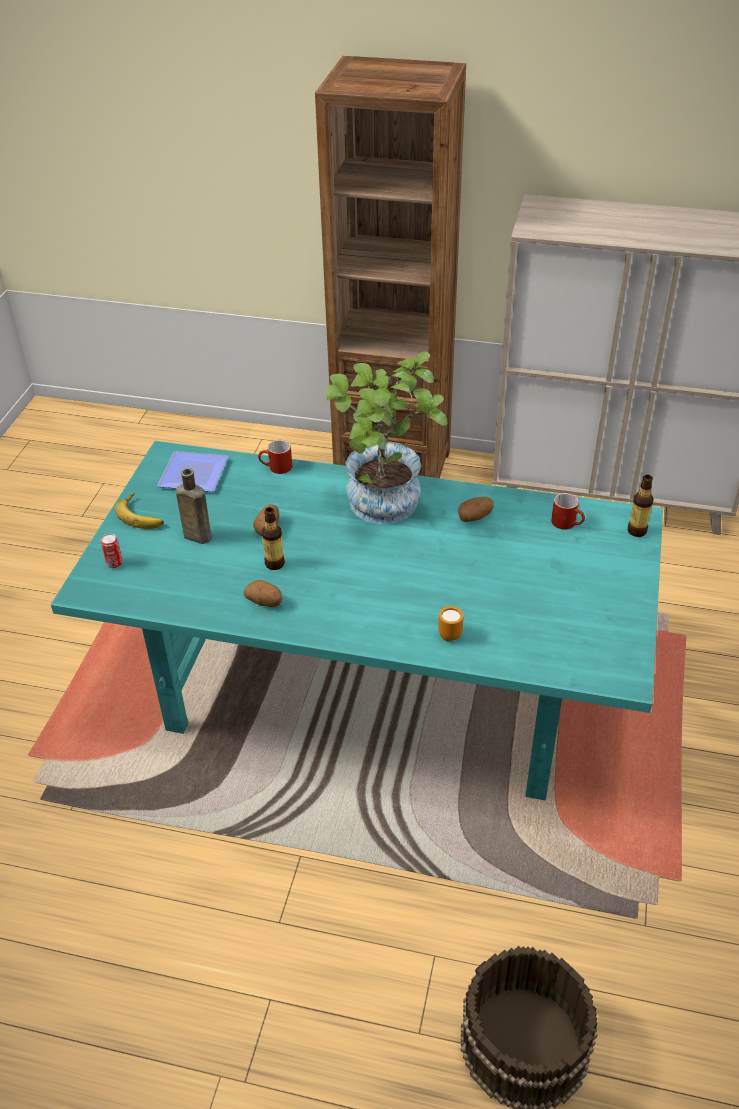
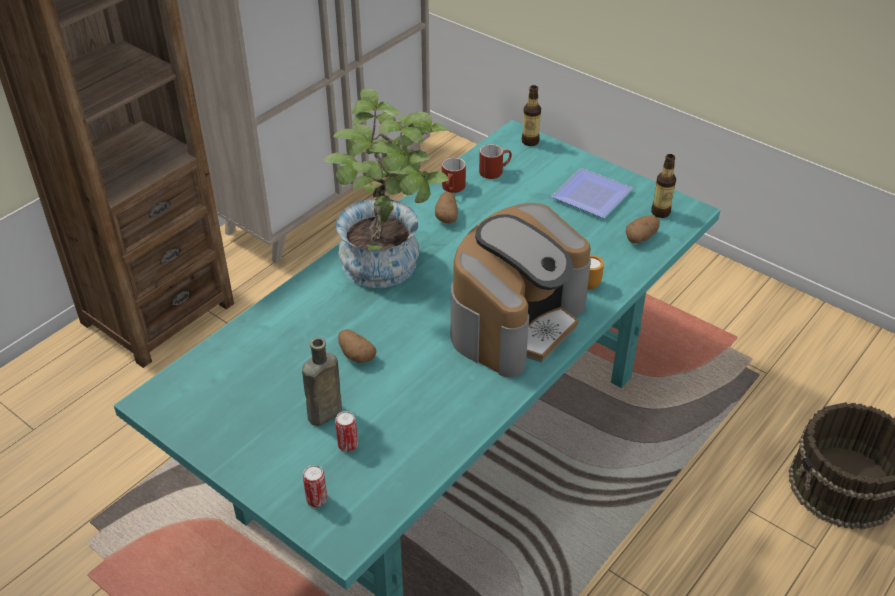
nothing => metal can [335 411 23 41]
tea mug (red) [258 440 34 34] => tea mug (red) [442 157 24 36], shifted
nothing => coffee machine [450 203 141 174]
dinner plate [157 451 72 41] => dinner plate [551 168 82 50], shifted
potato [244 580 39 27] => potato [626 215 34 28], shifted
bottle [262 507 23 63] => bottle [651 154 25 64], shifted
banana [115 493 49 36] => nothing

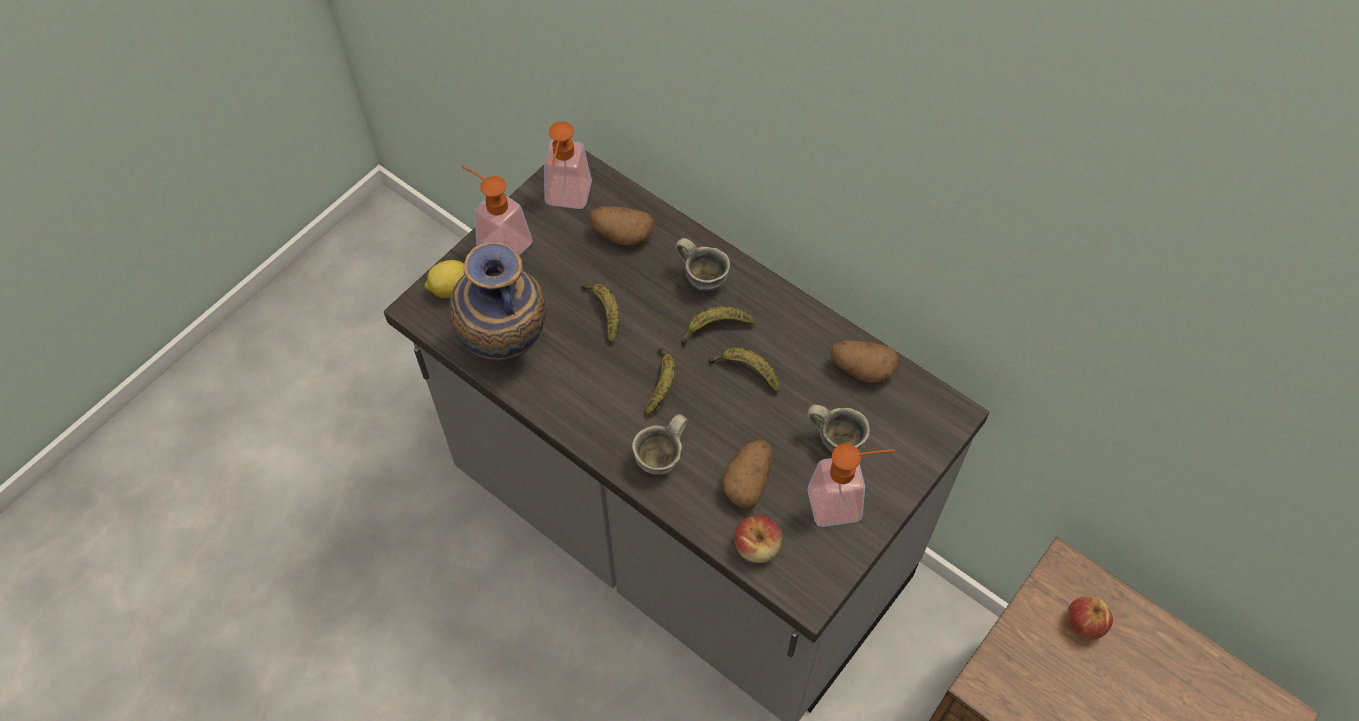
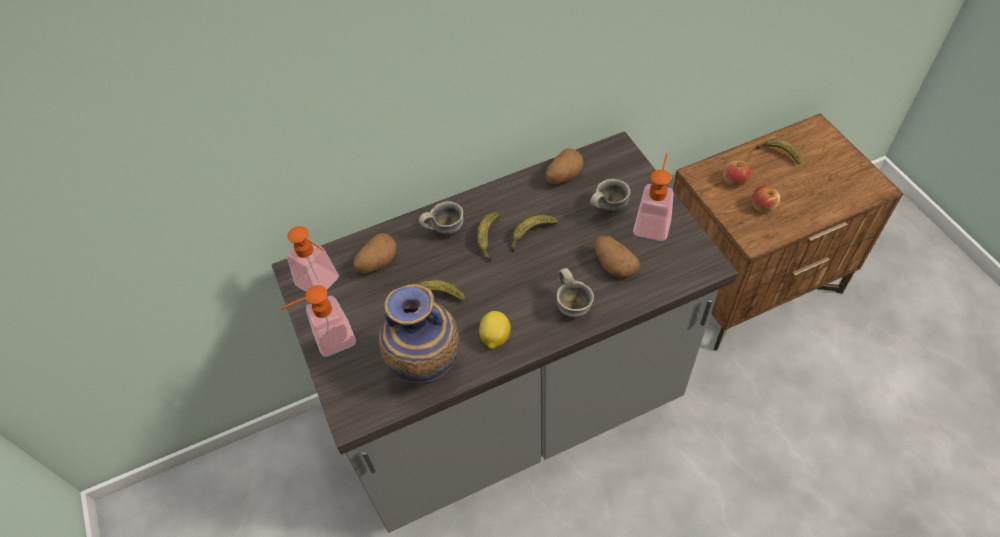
citrus fruit [425 260 39 38] => citrus fruit [479 311 32 38], shifted
apple [734 516 48 47] => apple [752 185 28 28], shifted
banana [645 348 31 67] => banana [756 138 45 27], shifted

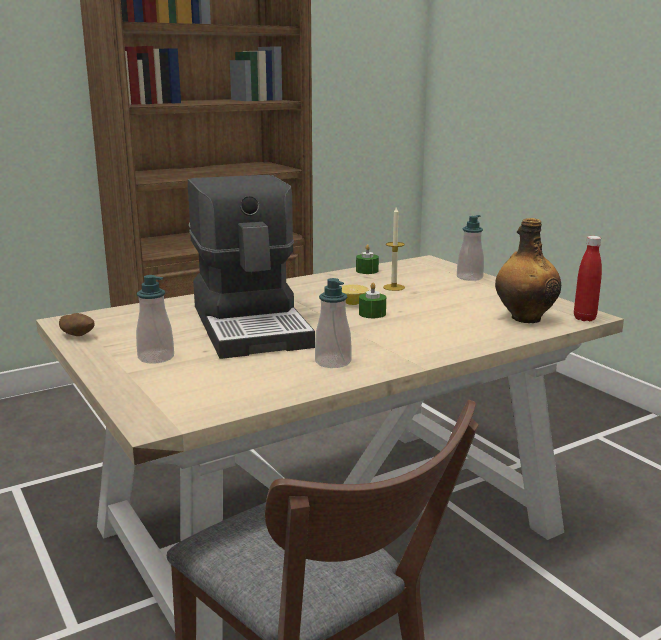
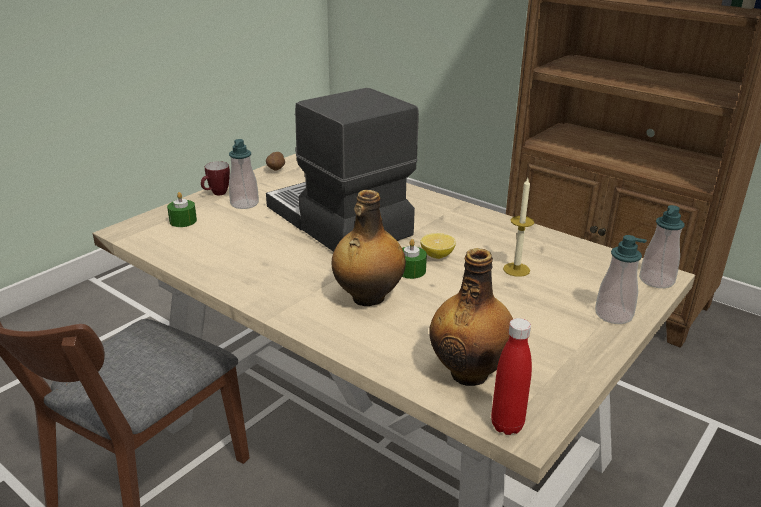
candle (greenish) [356 245 23 29] => candle (greenish) [167 192 30 35], shifted
nothing => tea mug [201 161 29 34]
coffee machine [188 175 127 184] => coffee machine [266 88 153 164], 90 degrees clockwise
nothing => bottle [331 190 75 116]
liquid soap bottle [315 278 37 90] => liquid soap bottle [639 205 46 83], shifted

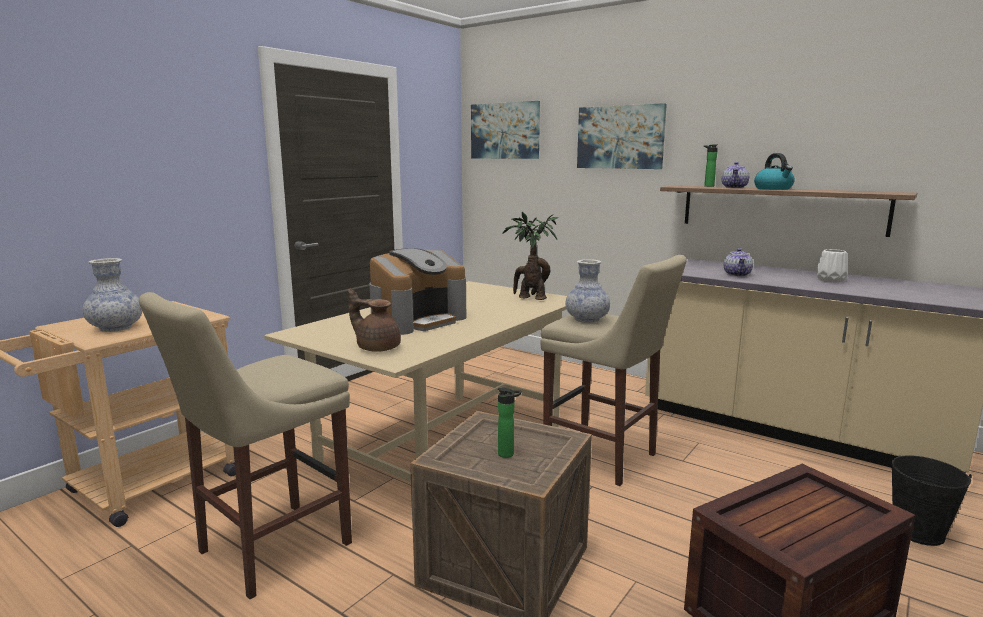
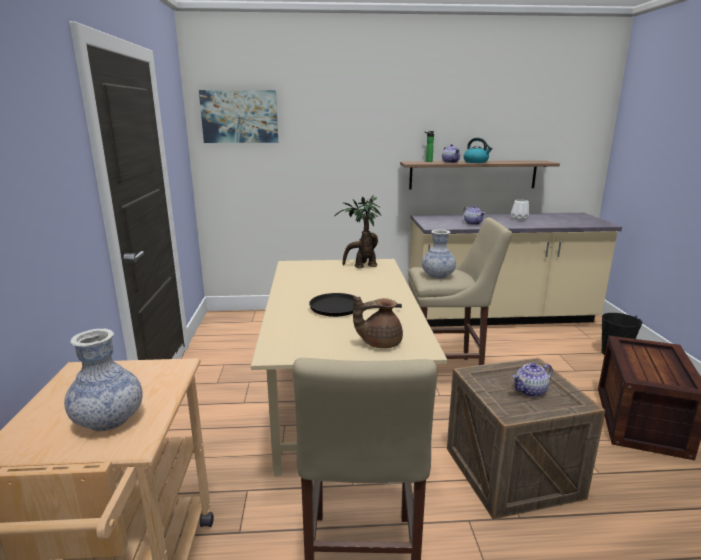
coffee machine [369 248 97 87] => frying pan (blackish) [309 293 93 24]
bottle [498 388 23 70] => pot for tea [512 363 41 34]
wall picture [577 103 90 66] => nothing

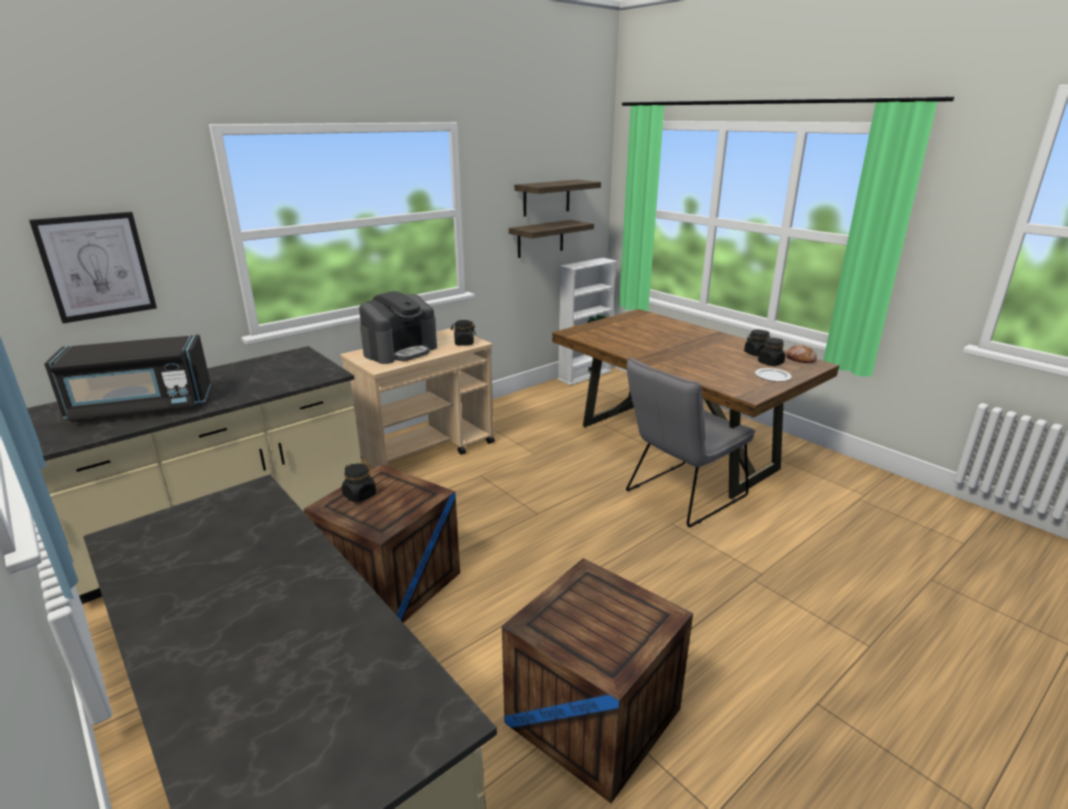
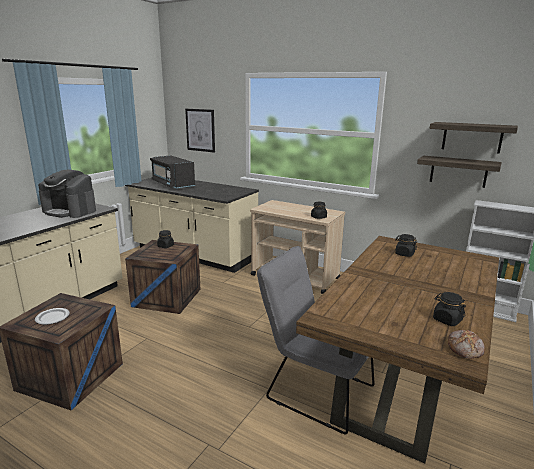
dinner plate [755 368 37 14] => dinner plate [35 308 35 17], shifted
coffee machine [359 291 78 73] => coffee machine [38 169 58 49], shifted
storage jar (blackish) [758 338 27 28] => storage jar (blackish) [395 234 22 23], shifted

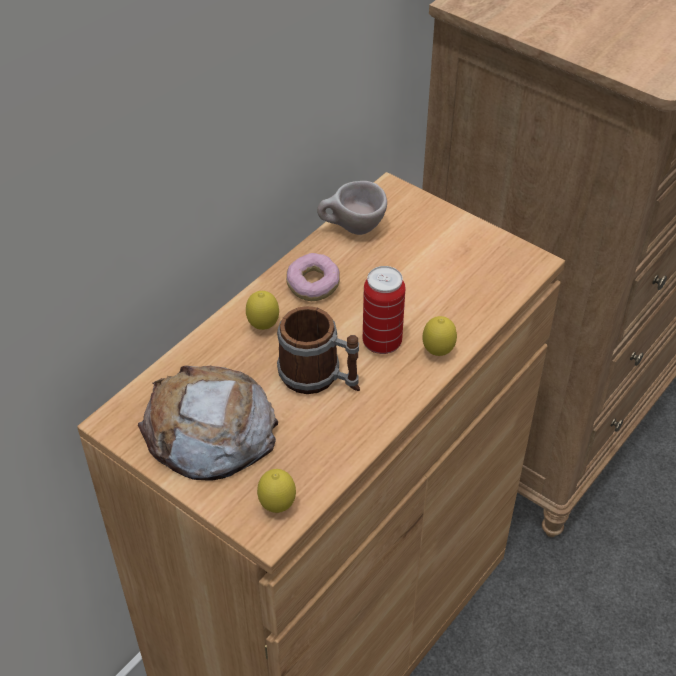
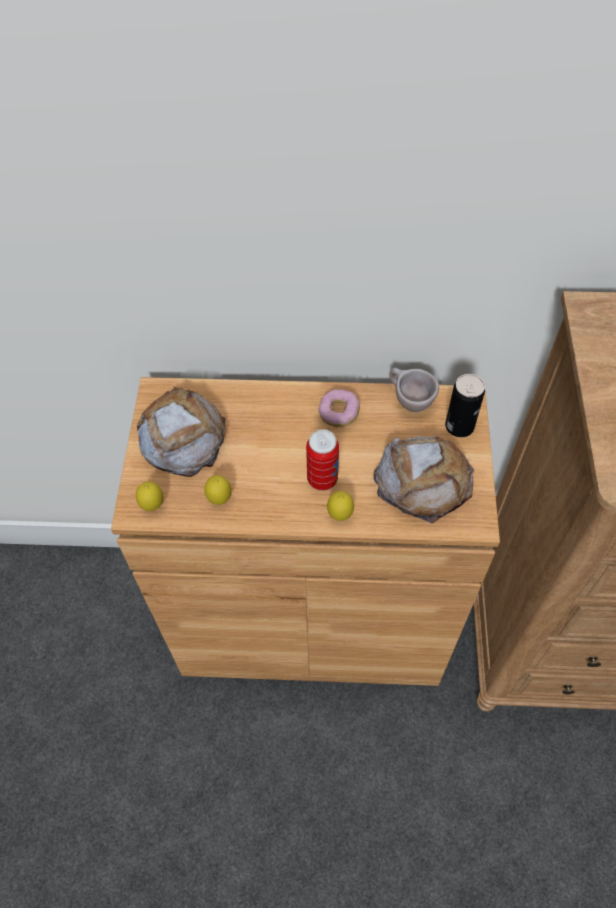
citrus fruit [246 291 33 39] => citrus fruit [204 475 28 30], shifted
nothing => bread [374 436 100 88]
nothing => metal can [445 374 40 63]
tea mug [277 306 83 88] => nothing

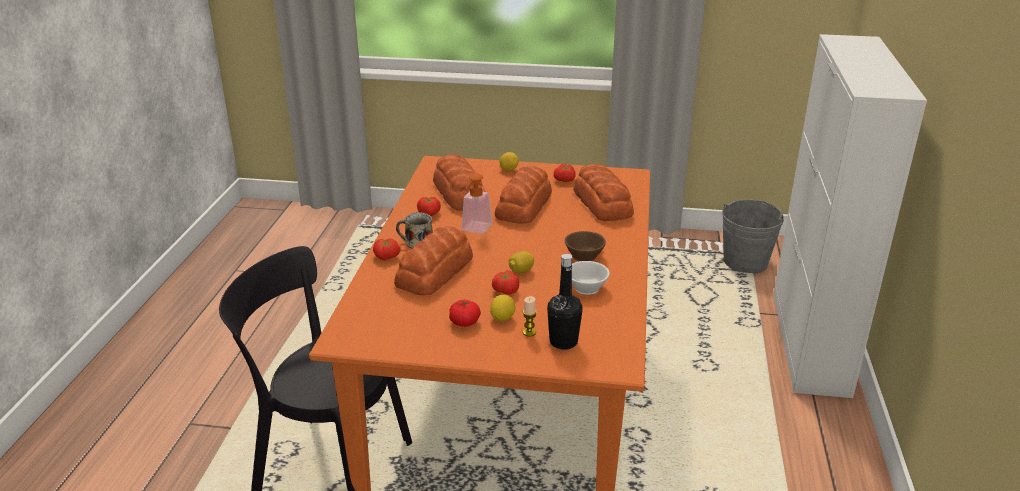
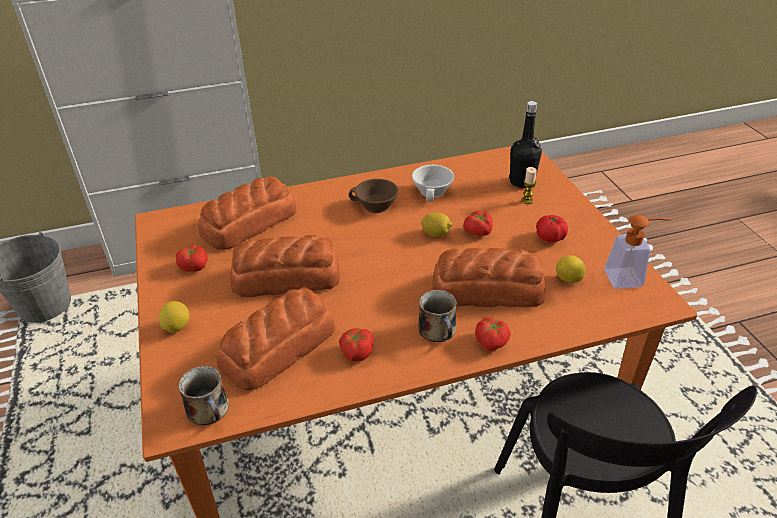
nothing => tea mug [178 366 51 59]
citrus fruit [490 295 26 27] => citrus fruit [556 255 30 28], shifted
liquid soap bottle [462 173 30 61] => liquid soap bottle [604 215 67 74], shifted

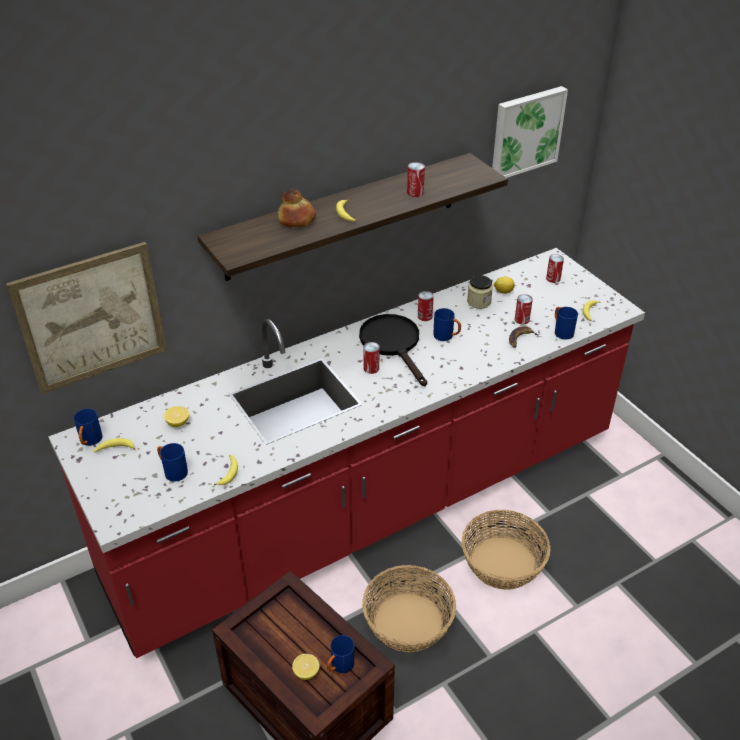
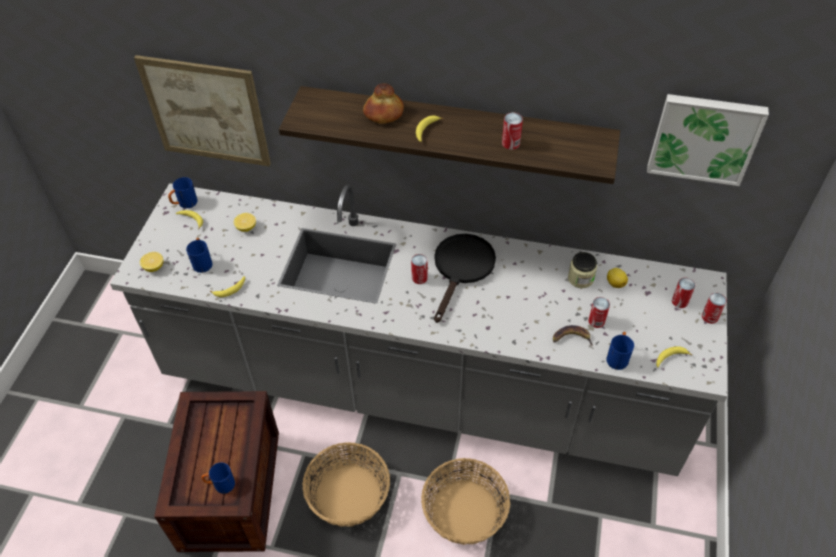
kitchen counter (red) [49 248 596 410] => kitchen counter (gray) [110 183 618 293]
citrus fruit [292 654 28 26] => citrus fruit [140 252 23 20], shifted
metal can [418 291 16 30] => metal can [702 293 25 31], shifted
tea mug (blue-coloured) [433 308 28 33] => nothing

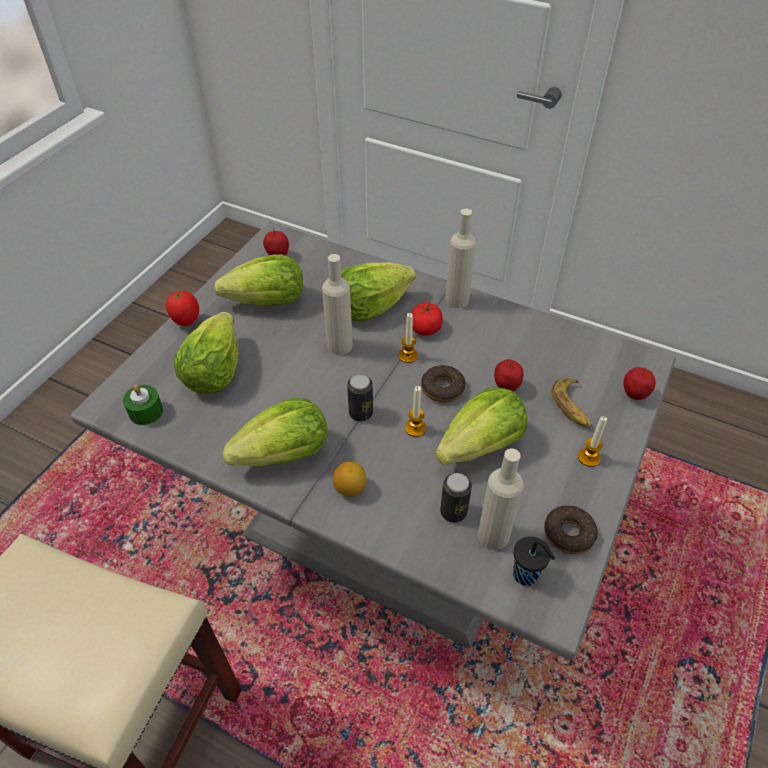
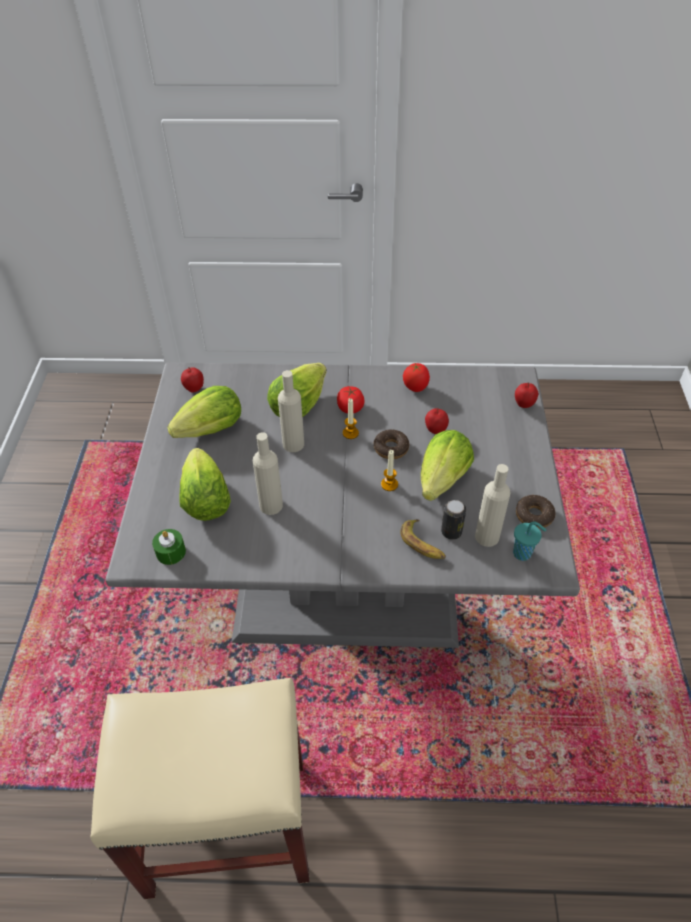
bottle (sand-coloured) [445 208 31 100] => bottle (sand-coloured) [253 432 30 83], shifted
banana [552 377 40 51] => banana [401 519 45 40], shifted
whole tomato [166 291 33 35] => whole tomato [403 363 27 29], shifted
small cup (blackish) [513 536 42 50] => small cup (turquoise-coloured) [513 521 33 40]
lettuce head [222 398 106 68] => nothing
citrus fruit [333 461 34 36] => nothing
metal can [347 374 26 48] => nothing
candle [578 416 29 51] => nothing

